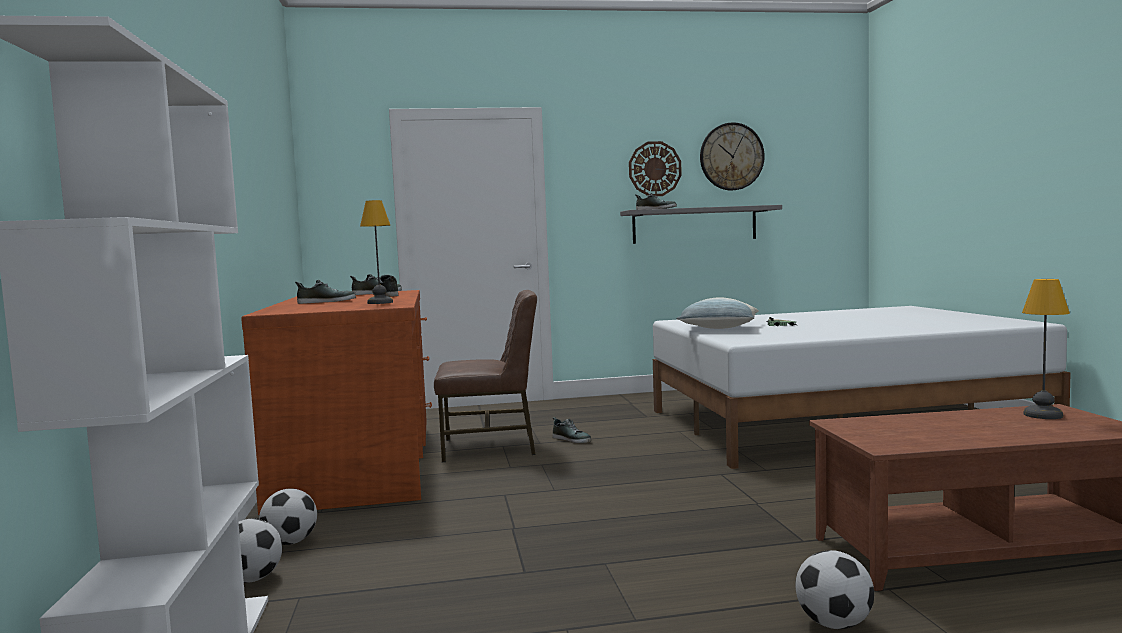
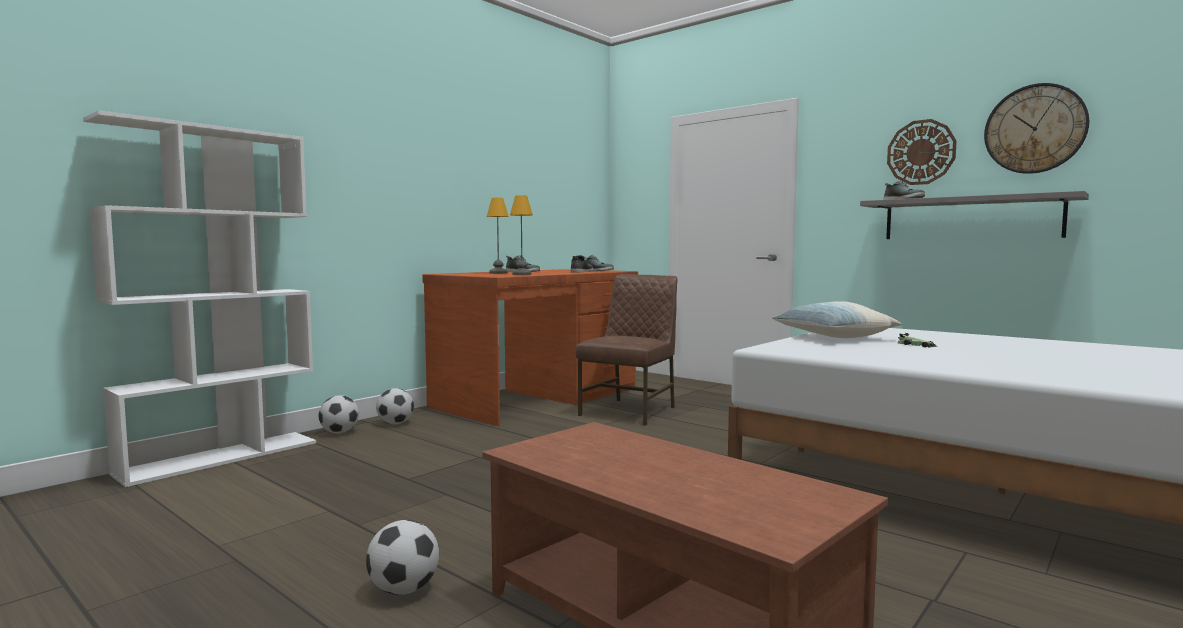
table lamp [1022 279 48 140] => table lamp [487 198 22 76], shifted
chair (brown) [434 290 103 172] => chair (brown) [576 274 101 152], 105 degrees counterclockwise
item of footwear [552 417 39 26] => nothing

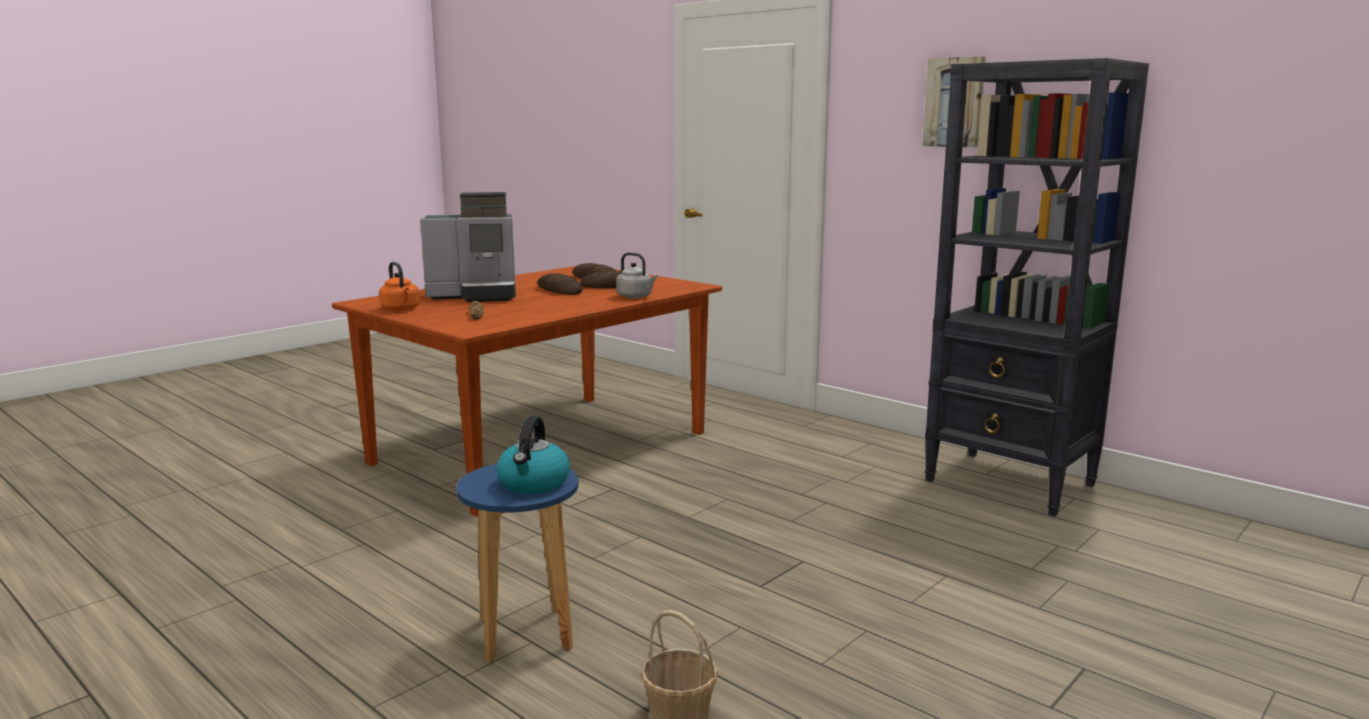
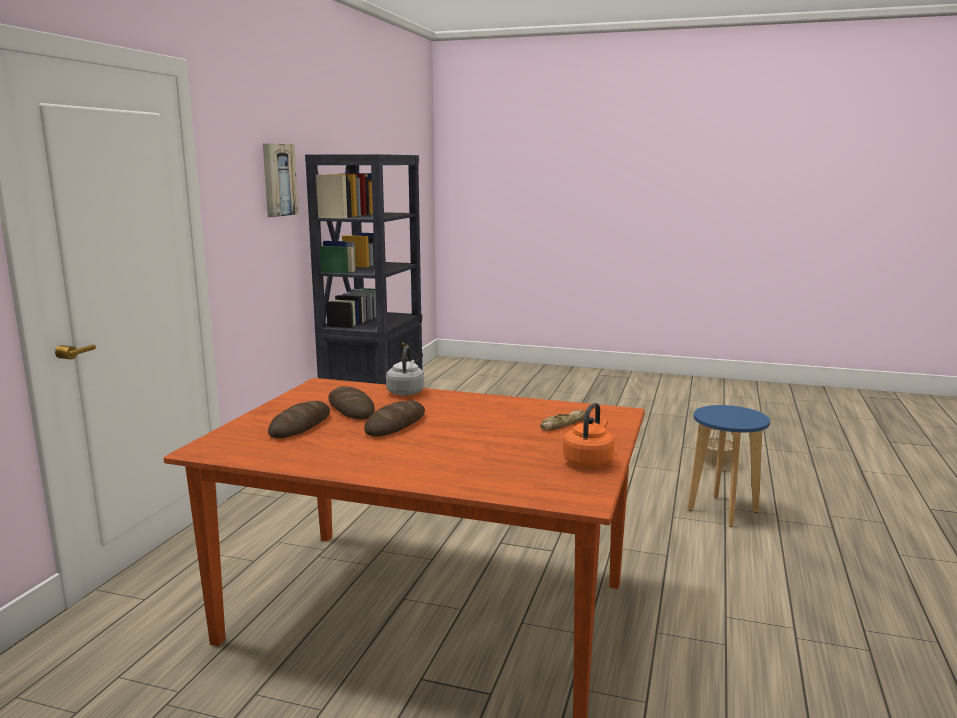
coffee machine [420 192 96 110] => nothing
tea kettle [496 416 74 78] => nothing

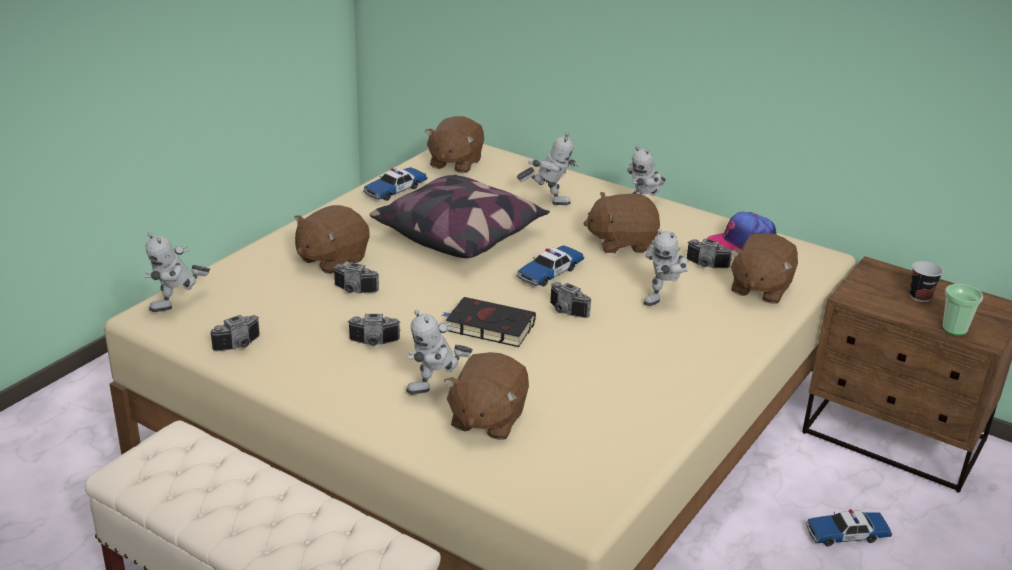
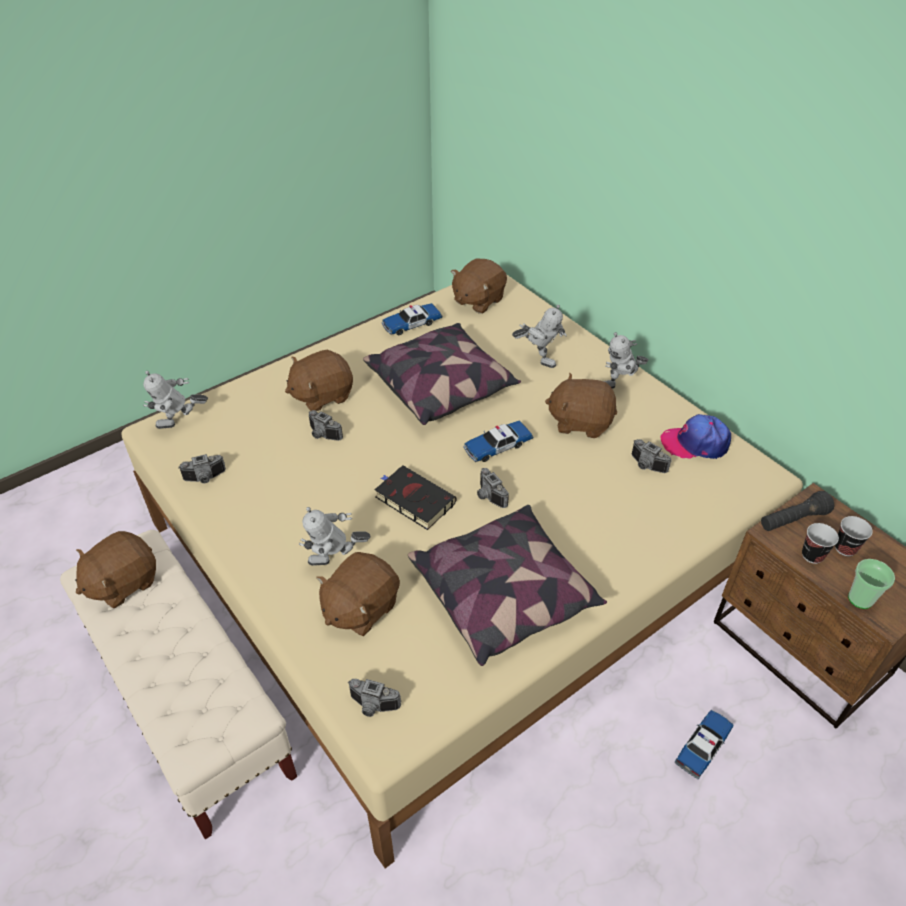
cuddly toy (brown) [730 233 68 71] => cuddly toy (brown) [75 531 81 77], shifted
still camera [348 314 52 32] => still camera [348 679 53 38], shifted
nothing => cushion [408 505 199 161]
miniature car [806 509 86 37] => miniature car [675 710 59 69], 120 degrees clockwise
nothing => torch (blackish) [761 491 73 40]
nothing => small cup [802 523 37 41]
toy robot [644 229 44 77] => nothing

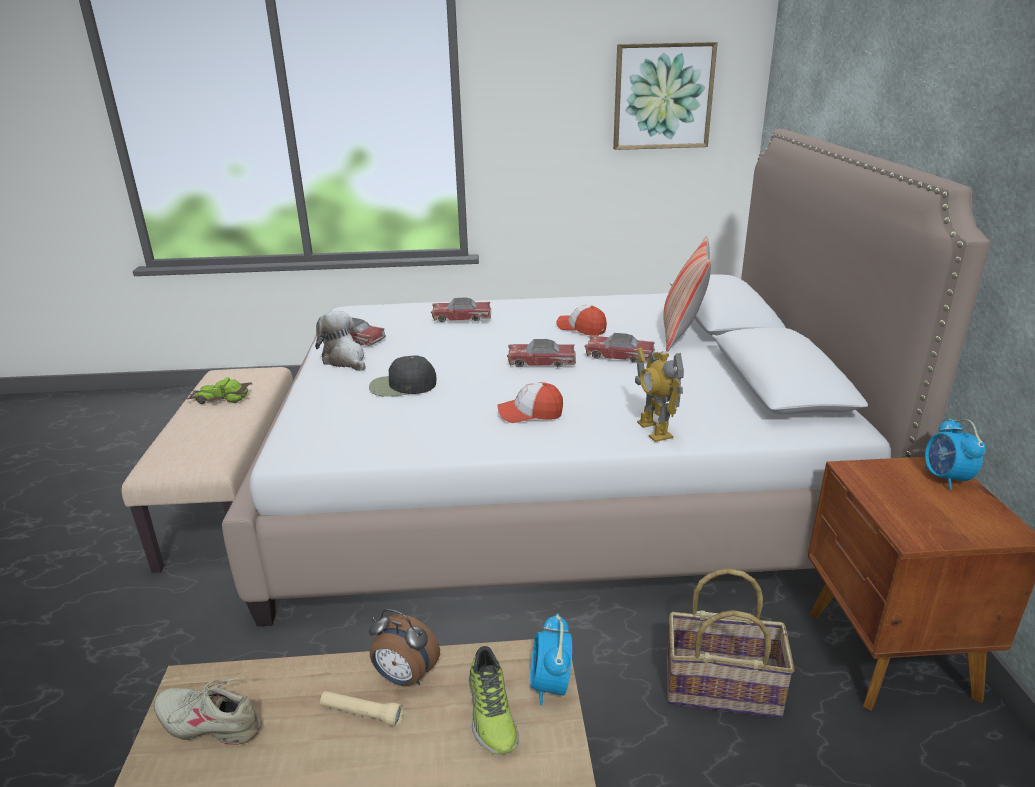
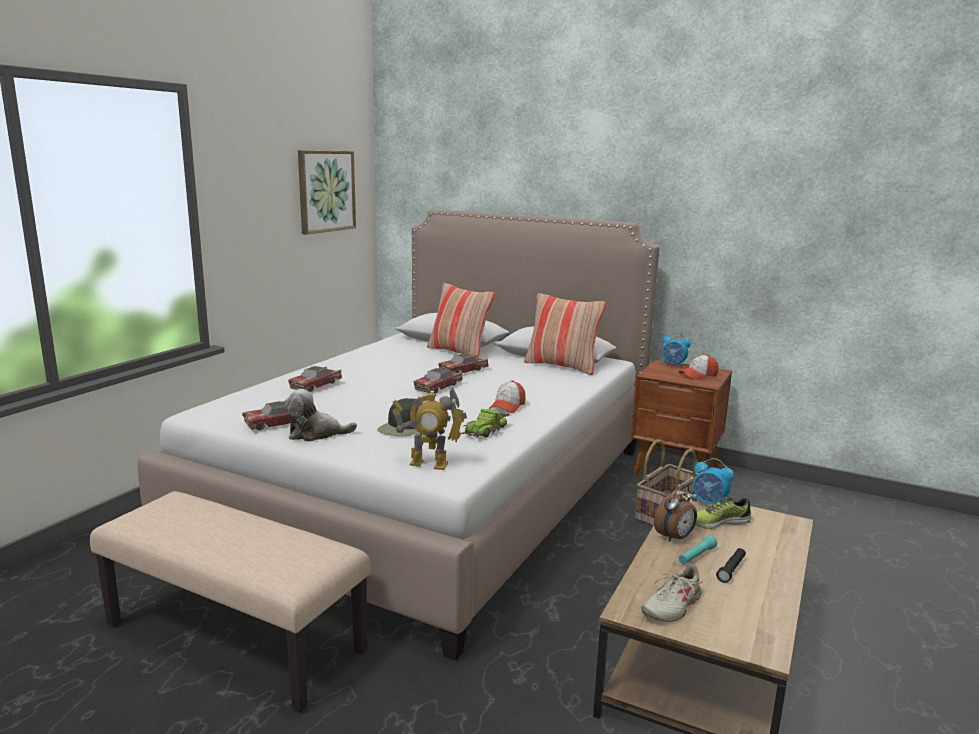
toy robot [635 347 49 95] => toy robot [393 388 74 82], shifted
miniature car [186 377 67 27] => miniature car [461 409 49 29], shifted
nothing => cushion [524 293 82 82]
peaked cap [556 305 51 31] => peaked cap [679 355 40 25], shifted
torch (sand-coloured) [320 691 83 36] => torch (turquoise-coloured) [679 535 38 30]
item of footwear [469 646 50 108] => item of footwear [695 496 57 33], 150 degrees clockwise
nothing => torch (blackish) [716 548 30 35]

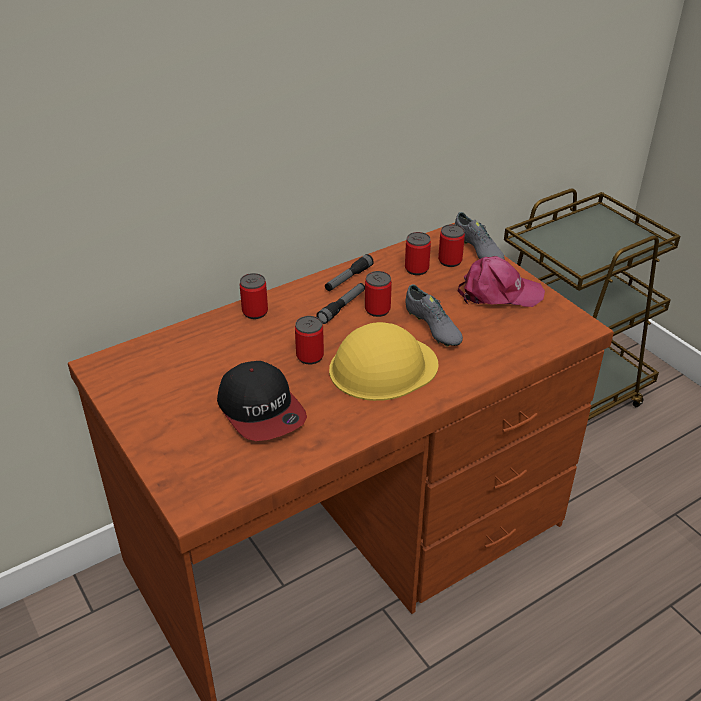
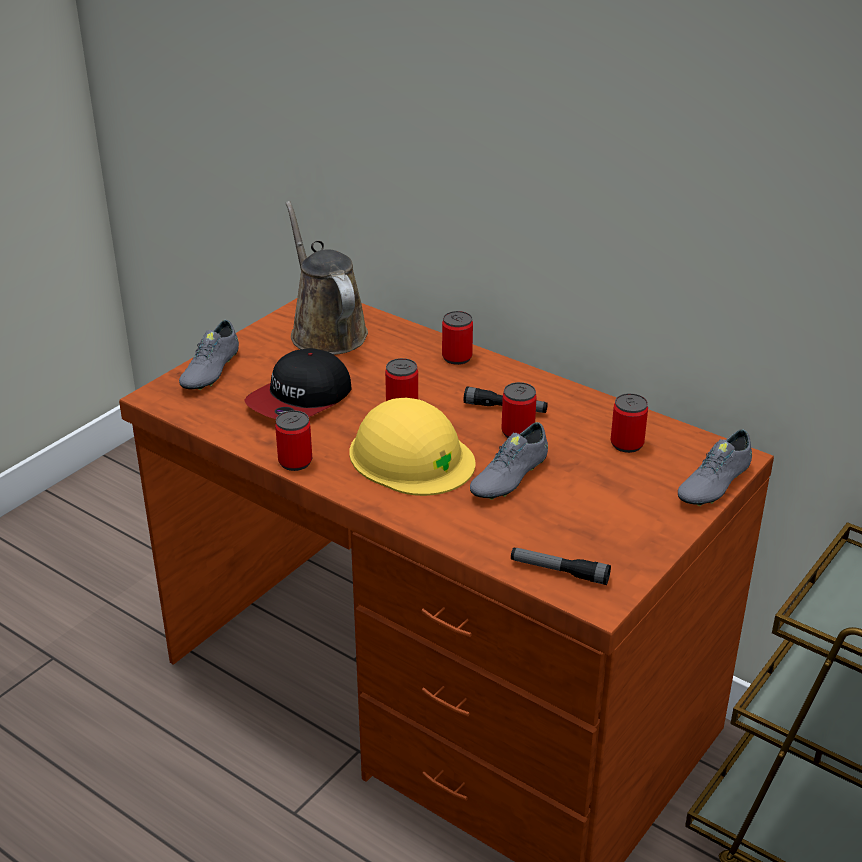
nothing => item of footwear (gray) [179 320 60 70]
metal can [438 224 27 43] => metal can [275 410 37 61], shifted
nothing => sprinkling can (brown) [286 201 82 154]
torch [325 254 49 37] => torch [511 547 100 38], shifted
peaked cap (pink-coloured) [458 256 87 51] => nothing

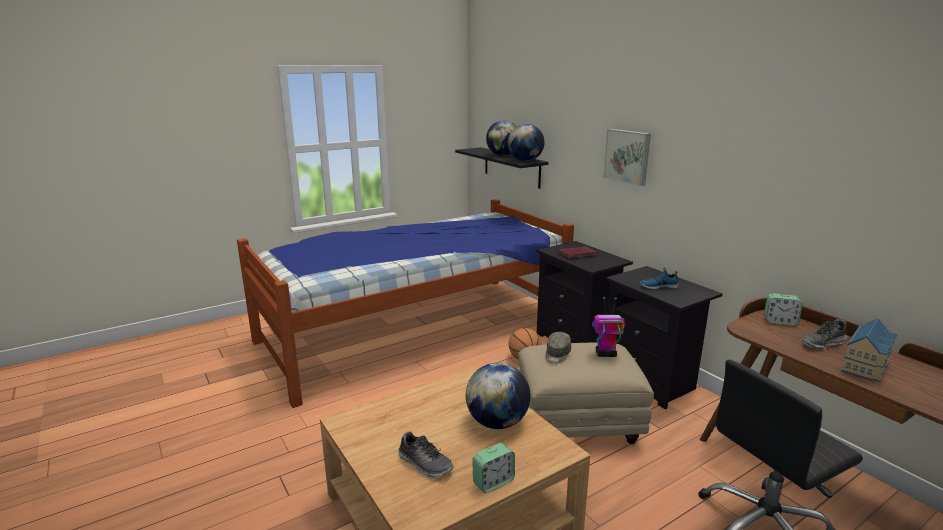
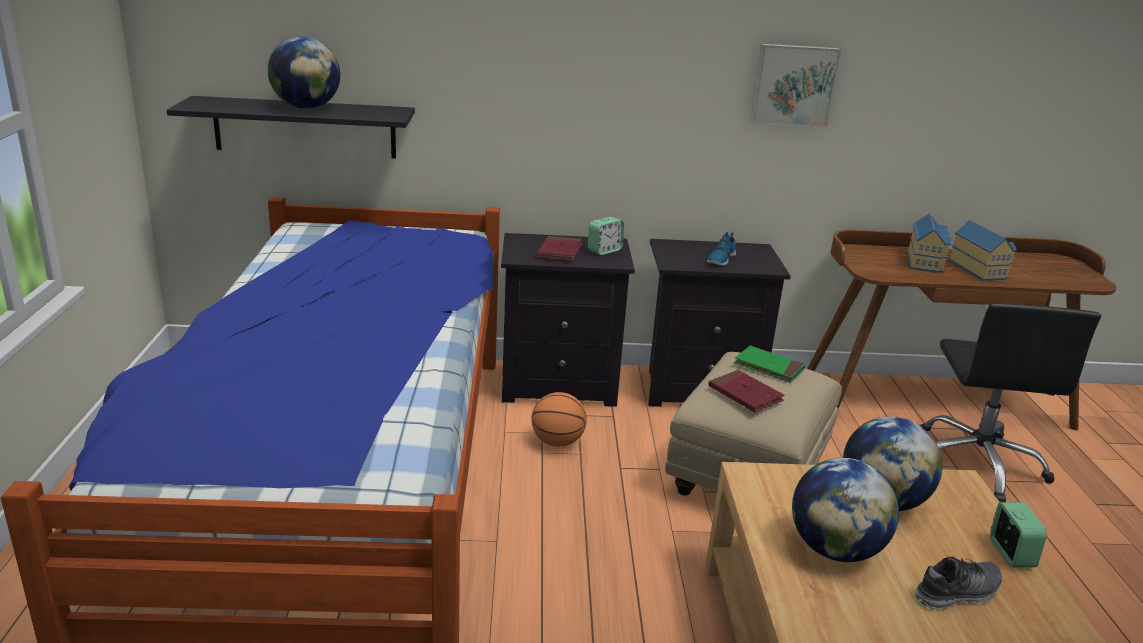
alarm clock [764 293 39 33] => alarm clock [588 217 36 38], shifted
peaked cap (gray) [546 332 25 32] => book (red) [708 370 77 42]
toy robot [592 297 33 60] => book (greenish) [734 346 71 37]
wall picture [603 129 48 57] => wall picture [750 44 91 84], shifted
globe [508 124 36 37] => globe [792 458 107 104], shifted
item of footwear [802 319 45 31] => miniature house [907 213 44 60]

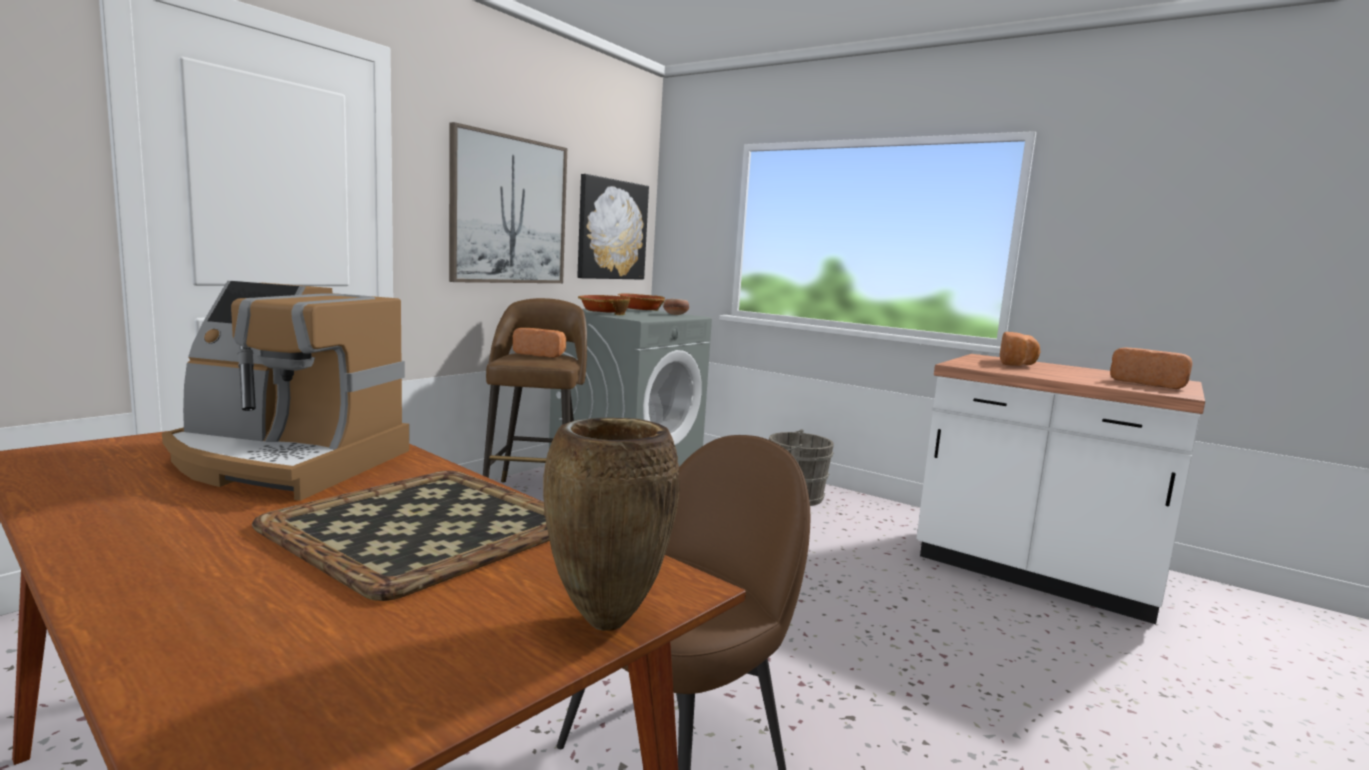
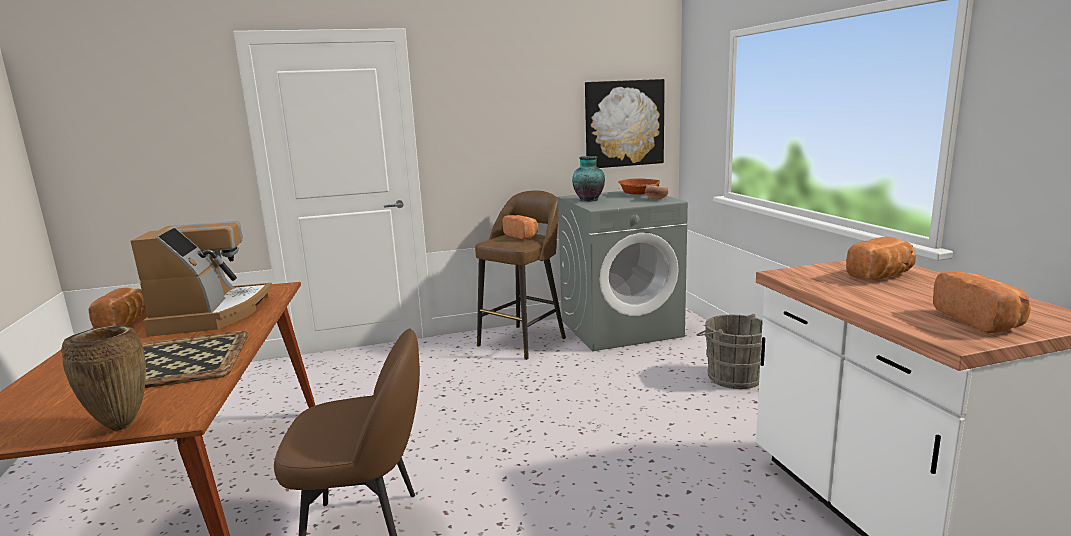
nothing => bread [89 288 57 41]
coffee machine [162 281 247 220] => coffee machine [131 221 141 116], 150 degrees counterclockwise
bowl [578 295 52 20] => decorative vase [572 156 33 45]
wall picture [449 122 118 161] => nothing

